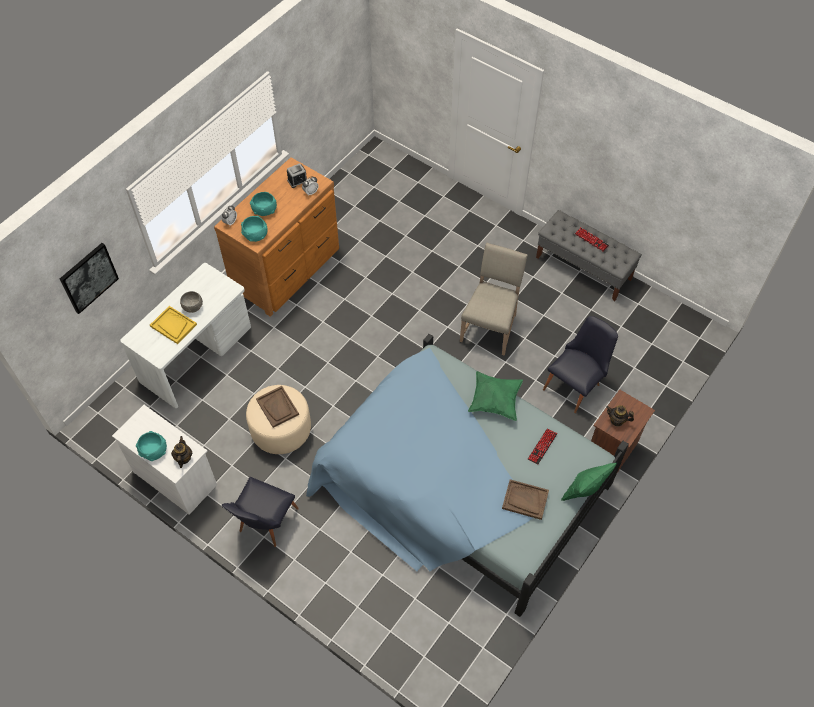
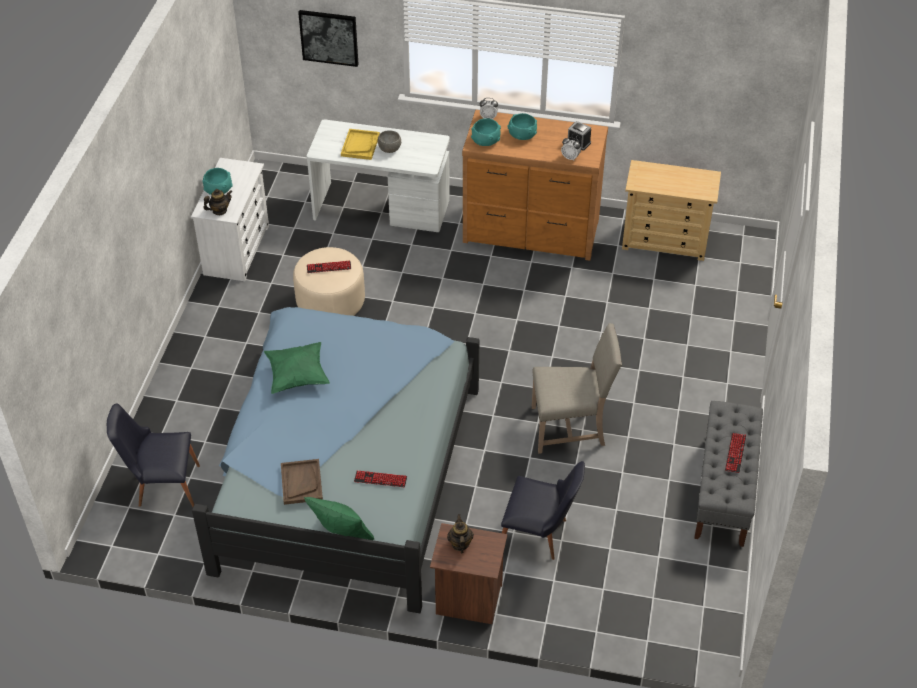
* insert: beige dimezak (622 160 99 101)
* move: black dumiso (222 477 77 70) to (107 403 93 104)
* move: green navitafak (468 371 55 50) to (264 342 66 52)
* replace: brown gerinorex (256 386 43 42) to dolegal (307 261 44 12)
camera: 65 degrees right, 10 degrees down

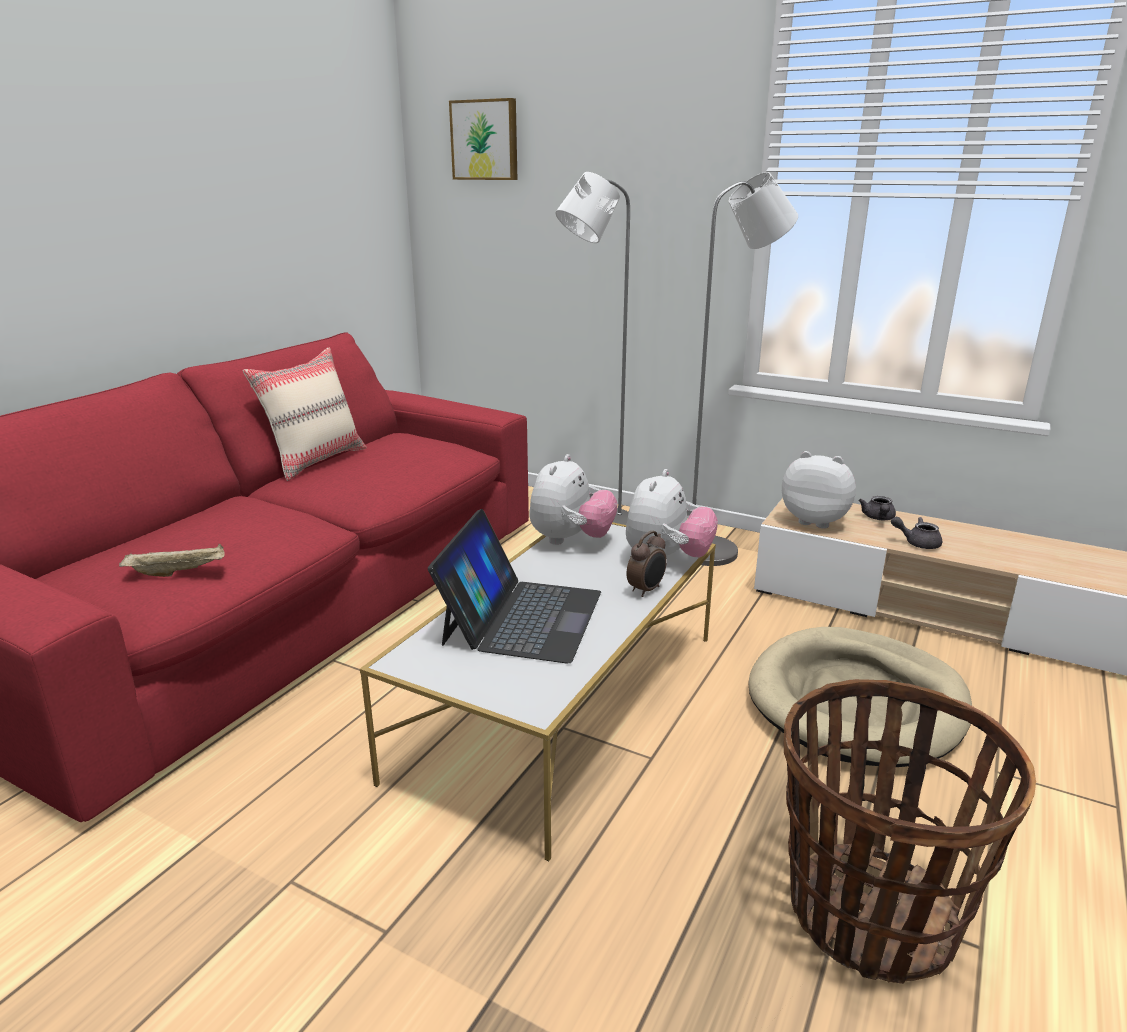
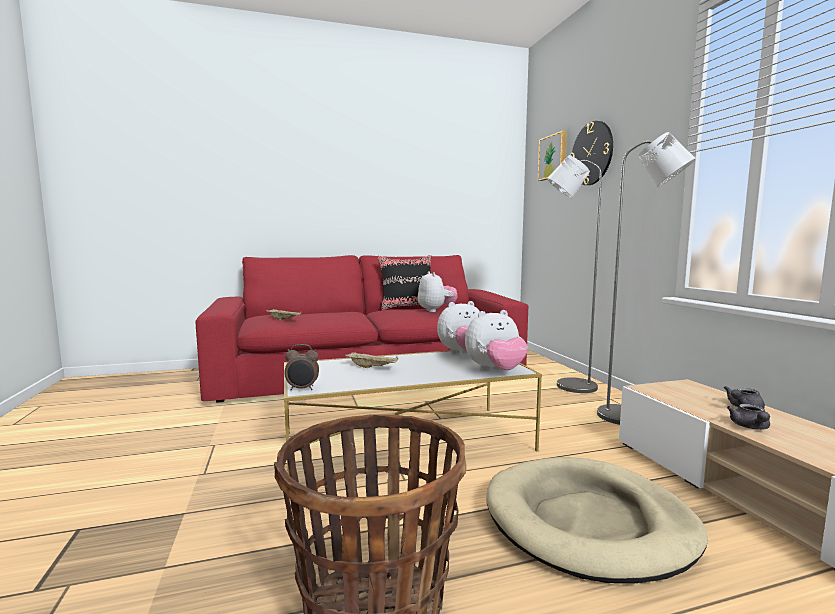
* insert: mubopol (570 121 43 64)
* move: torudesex (627 531 40 66) to (284 344 35 46)
* move: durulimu (782 451 74 78) to (418 271 39 41)
* replace: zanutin (428 509 173 154) to beige gerinorex (345 352 53 16)
* recolor: beige navitafak (243 348 123 133) to black navitafak (377 255 54 55)
* rotate: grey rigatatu (891 517 51 32) = (727 404 43 26) 135 degrees counterclockwise
camera: 45 degrees right, 15 degrees down

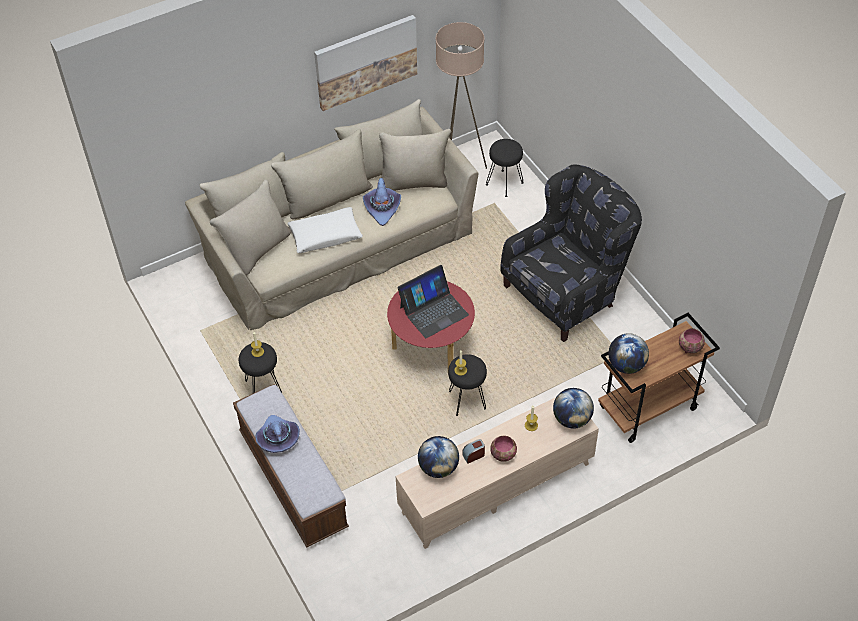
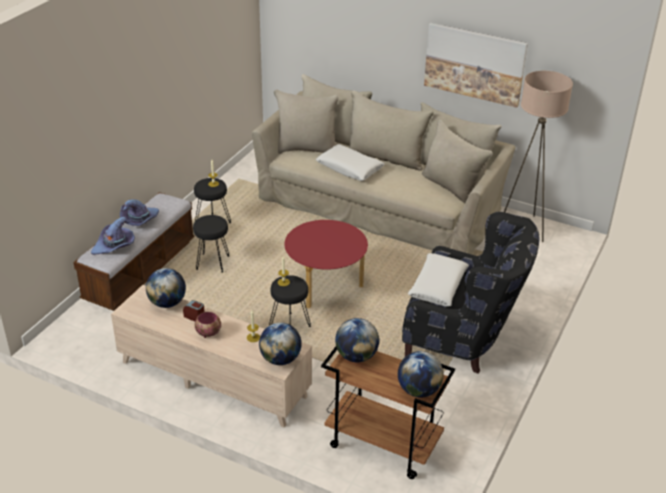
* delete: zanutin (398 265 71 73)
* insert: white navitafak (408 253 61 54)
* move: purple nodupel (363 178 38 48) to (91 217 44 38)
* move: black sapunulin (486 139 38 58) to (193 215 36 58)
* replace: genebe (679 328 26 25) to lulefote (398 351 46 47)
camera: 55 degrees right, 15 degrees down

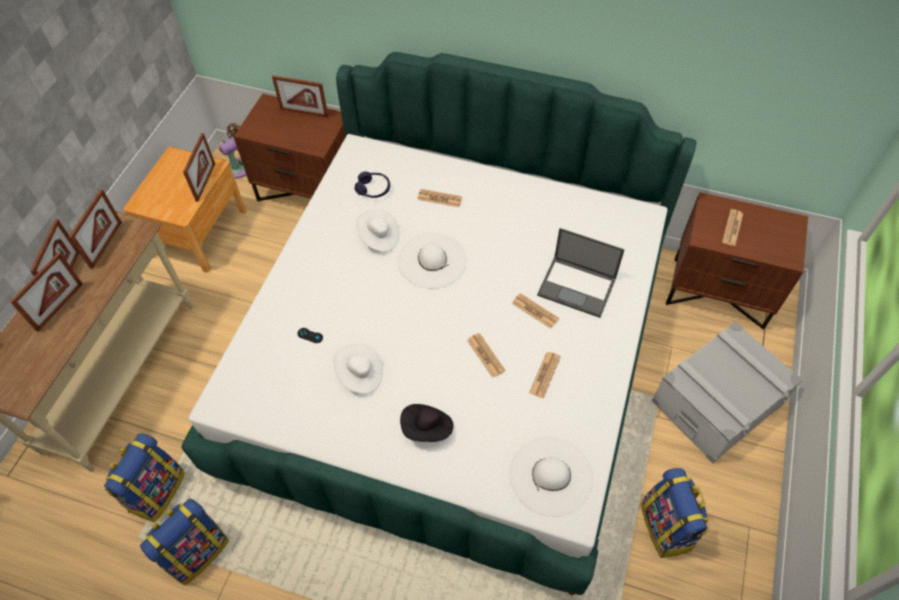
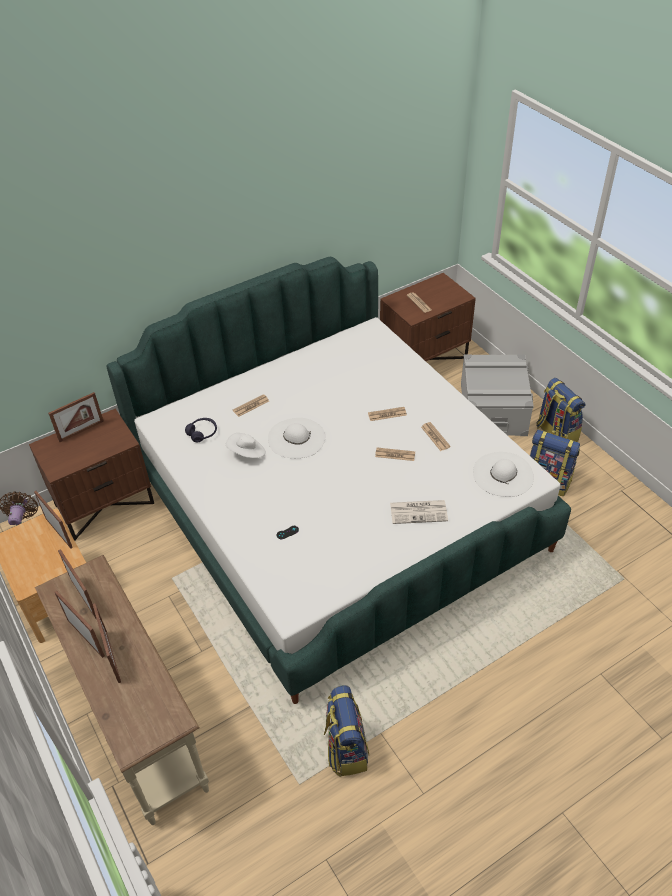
* delete: white nodupel (334 344 49 50)
* delete: zanutin (537 228 88 90)
* move: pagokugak (104 433 81 89) to (536 378 50 64)
* replace: black nodupel (400 404 54 38) to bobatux (390 500 58 24)
camera: 50 degrees left, 10 degrees down

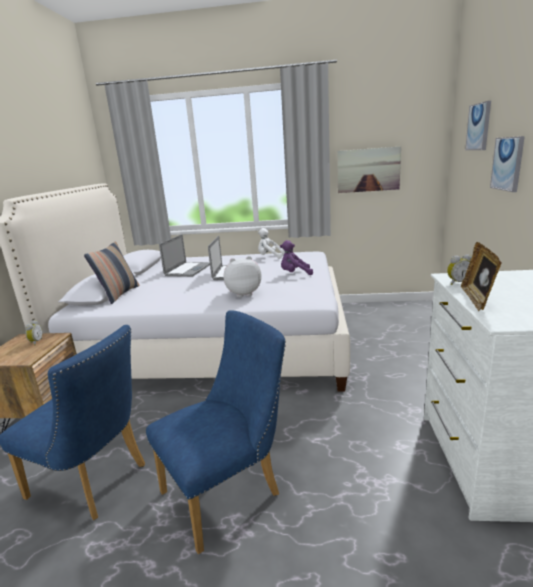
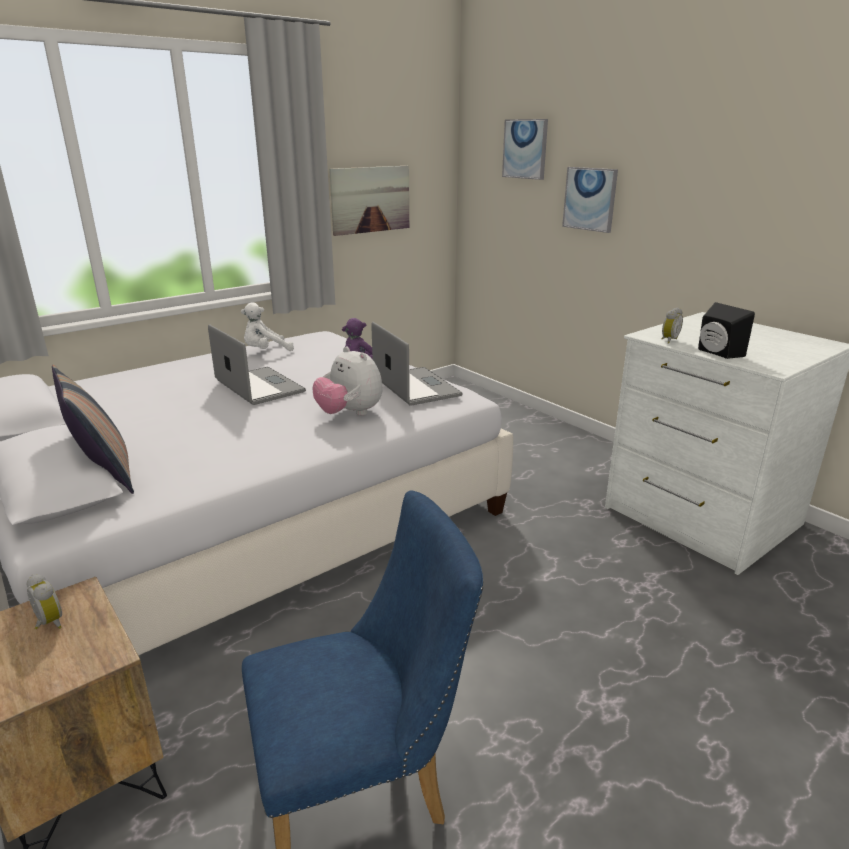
* delete: blue dumiso (146 311 140 243)
* move: zanutin (159 234 51 43) to (371 322 91 84)
* replace: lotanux (461 242 41 69) to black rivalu (698 302 57 57)
* rotate: durulimu (224 256 37 41) = (313 346 69 70) 75 degrees counterclockwise
camera: 45 degrees left, 5 degrees up

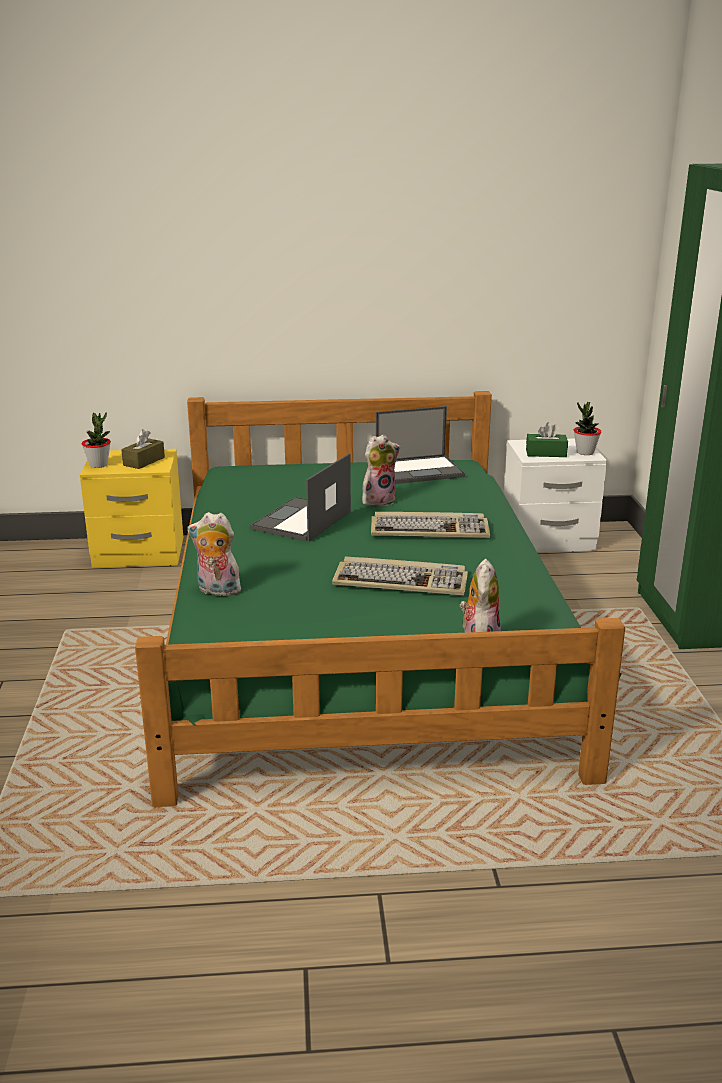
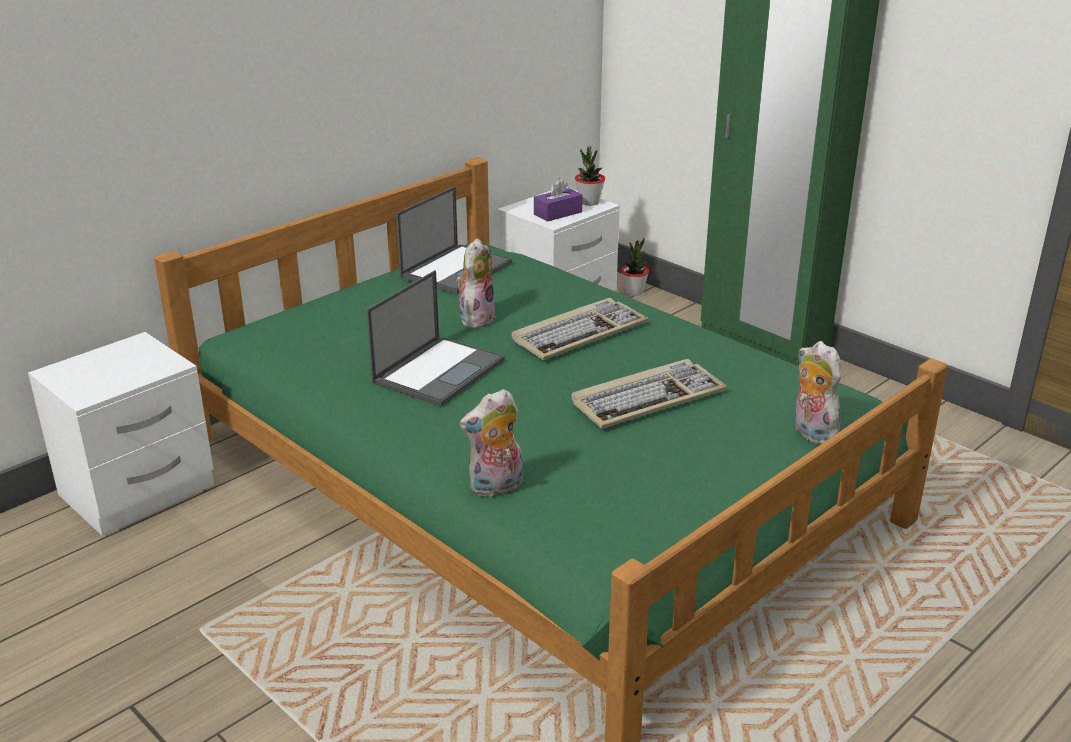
* delete: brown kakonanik (121 429 44 40)
* move: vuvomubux (82 412 29 56) to (621 238 28 58)
* recolor: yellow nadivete (80 449 103 119) to white nadivete (28 332 186 204)
* recolor: green kakonanik (526 422 42 35) to purple kakonanik (534 178 49 44)
* rotate: zanutin (250 453 101 89) = (366 270 139 137) 135 degrees counterclockwise
camera: 40 degrees left, 5 degrees up

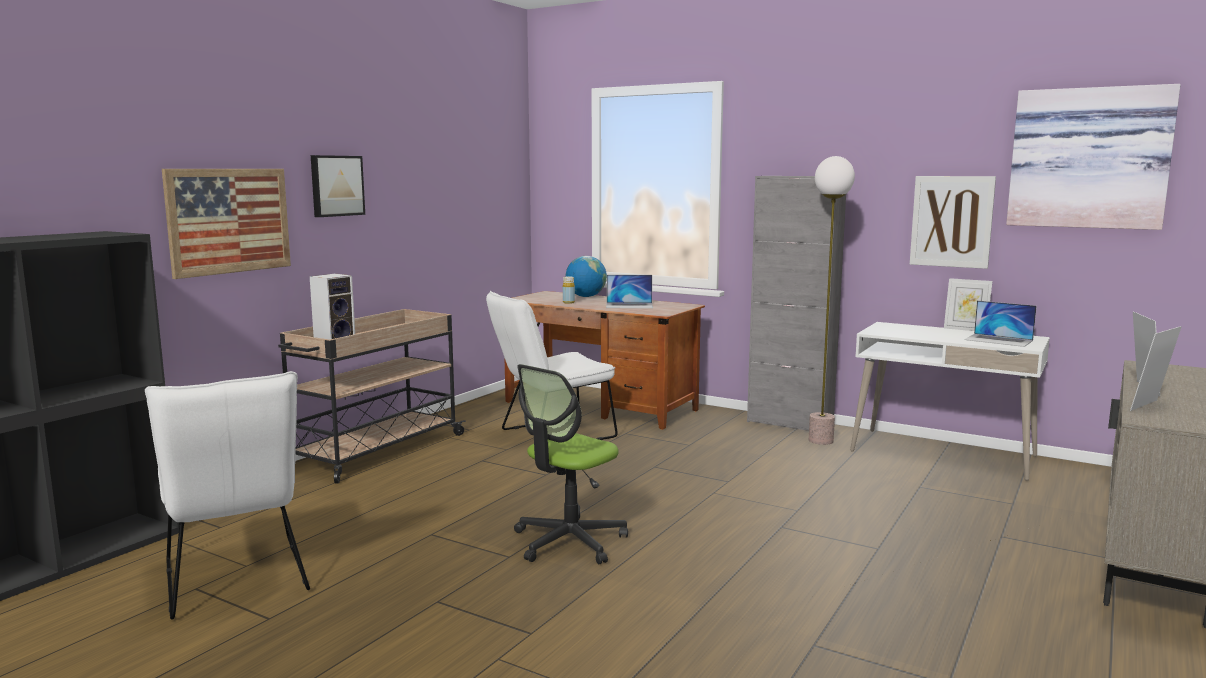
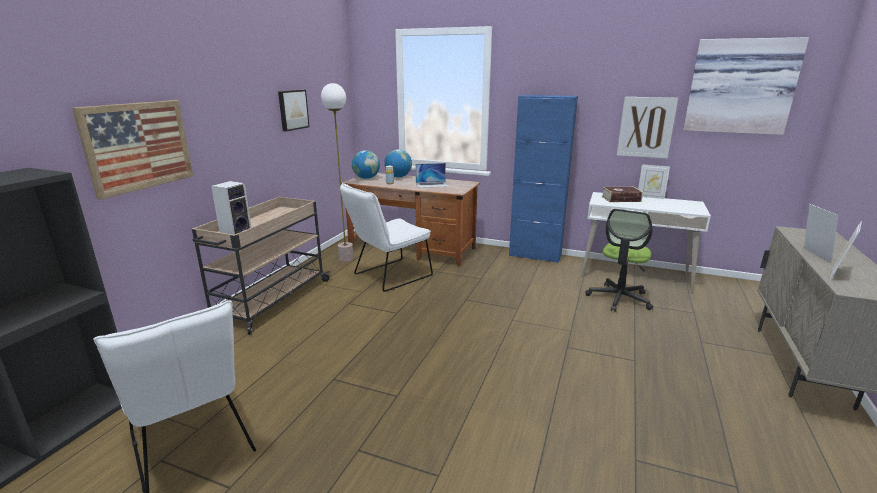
* delete: zanutin (964 301 73 46)
* insert: lulefote (352 150 28 29)
* insert: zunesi (601 187 42 15)
* move: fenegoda (311 155 54 62) to (278 90 32 42)
* move: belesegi (514 364 114 200) to (585 209 68 103)
* move: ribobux (809 156 46 289) to (321 83 33 179)
* recolor: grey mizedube (747 176 99 255) to blue mizedube (509 95 69 168)
camera: 10 degrees left, 10 degrees up

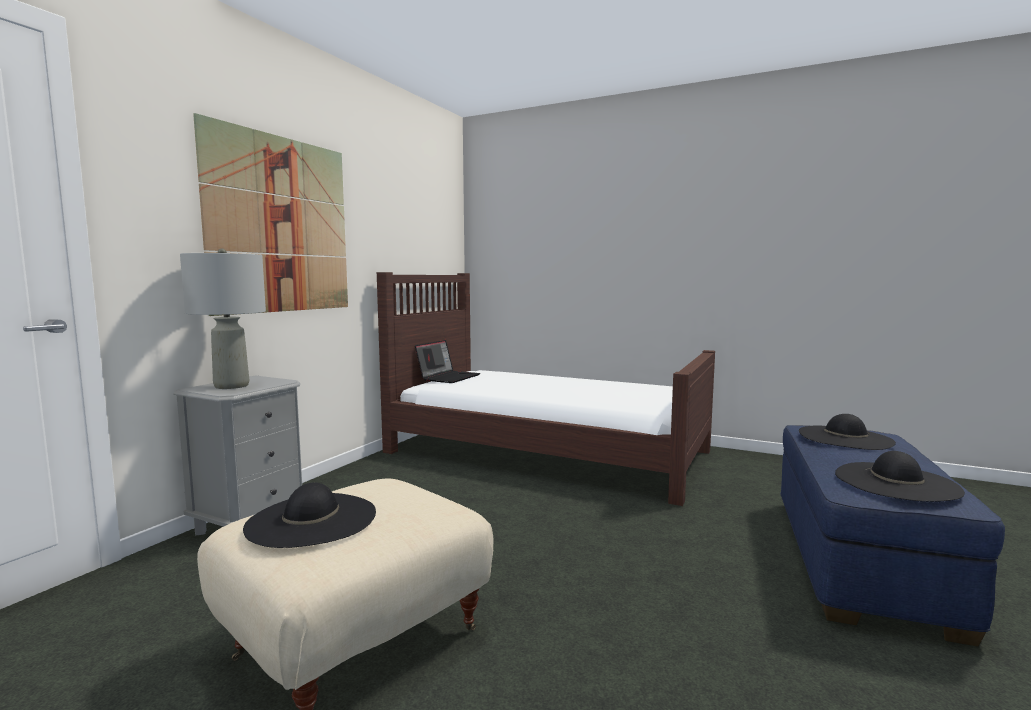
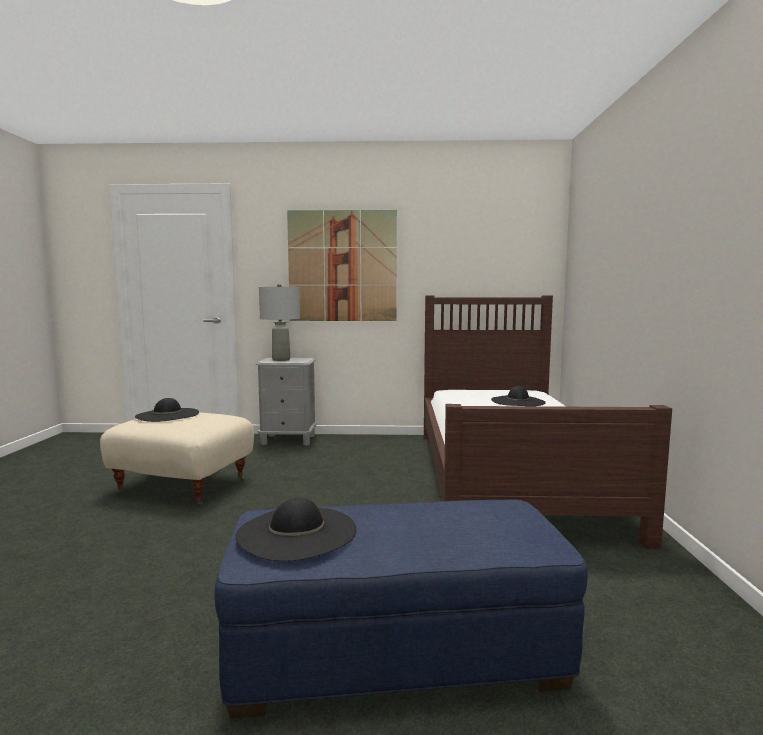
* delete: zanutin (415 340 65 43)
* move: black nodupel (799 414 97 36) to (491 386 55 20)
camera: 65 degrees right, 0 degrees up

